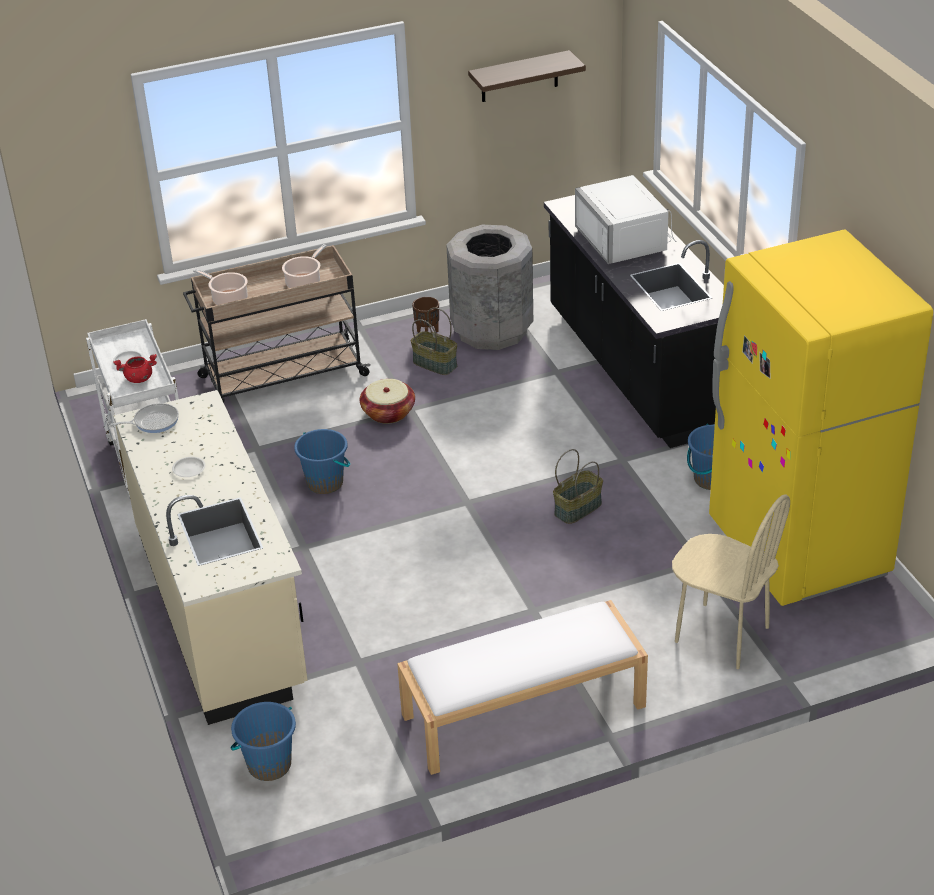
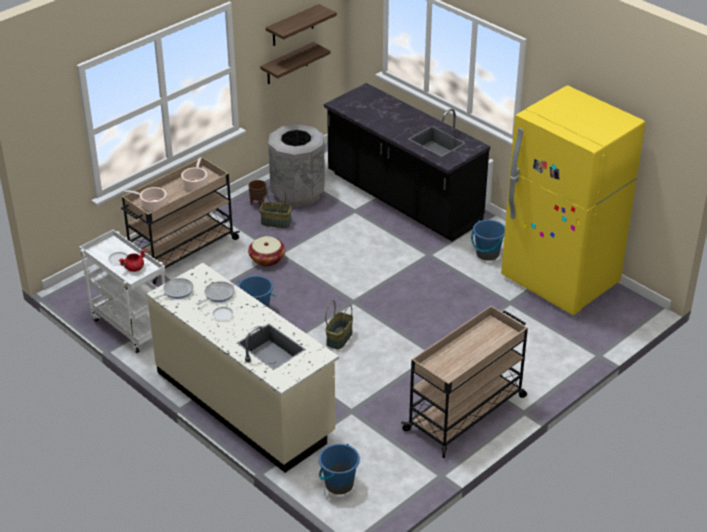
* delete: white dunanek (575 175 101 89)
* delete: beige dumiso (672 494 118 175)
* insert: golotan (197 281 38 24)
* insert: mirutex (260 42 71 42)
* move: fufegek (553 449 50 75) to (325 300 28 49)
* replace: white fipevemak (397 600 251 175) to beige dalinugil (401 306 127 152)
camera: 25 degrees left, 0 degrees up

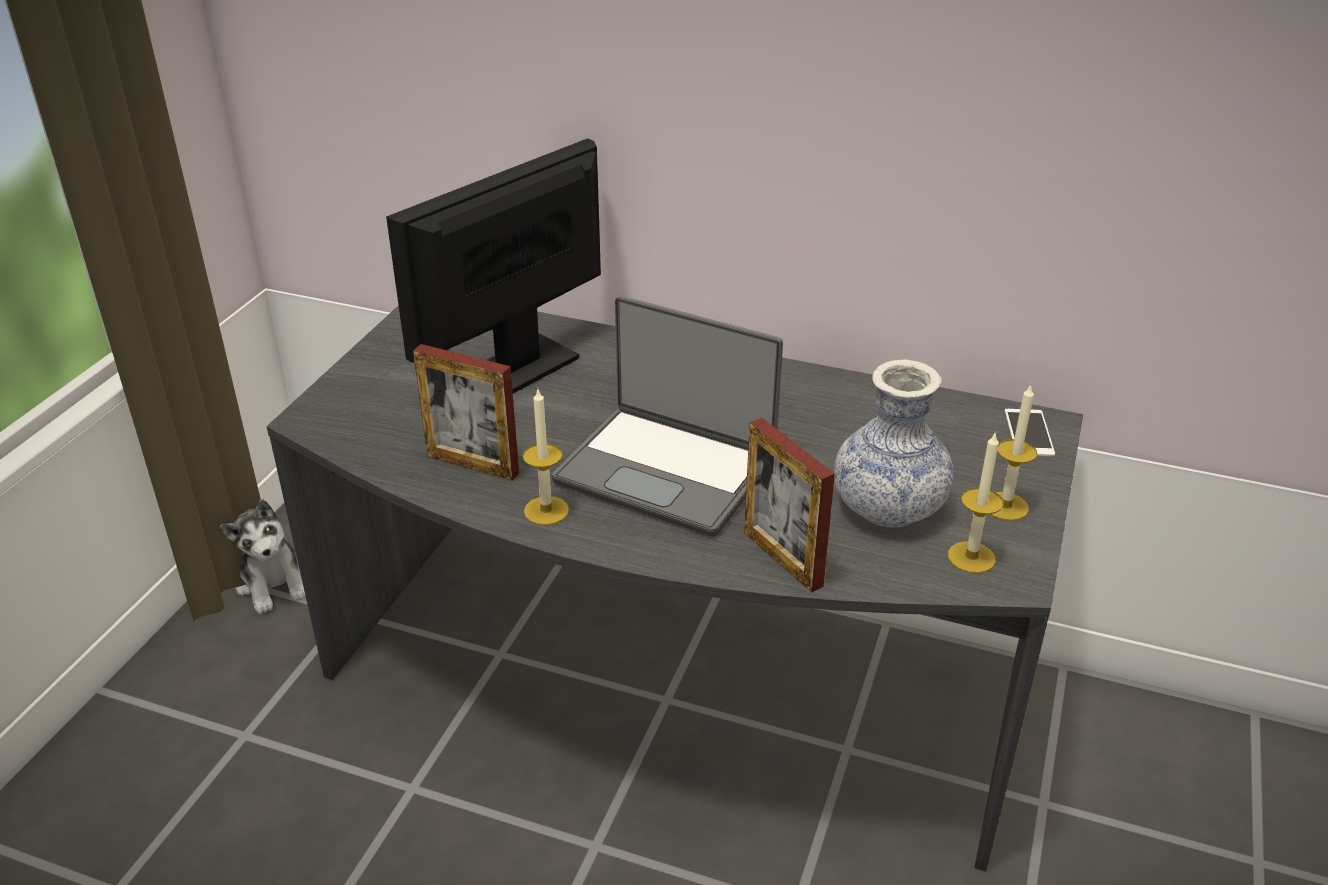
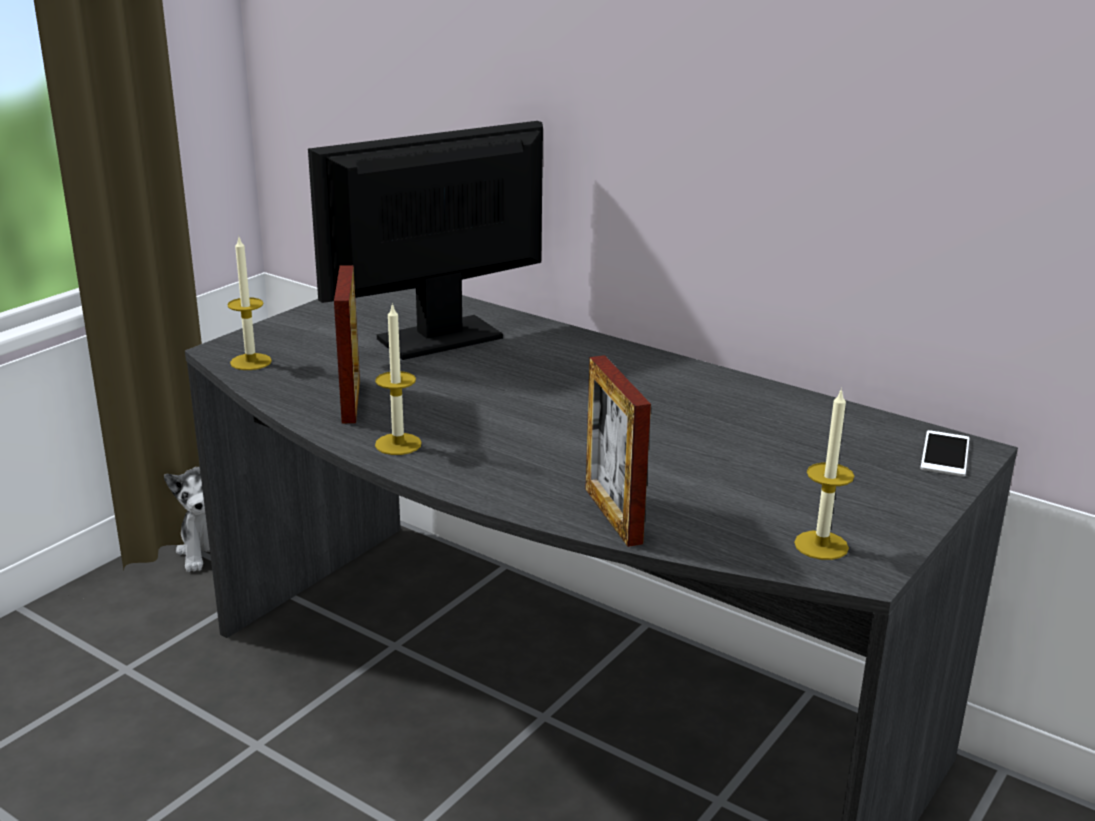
* delete: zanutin (552 295 231 242)
* delete: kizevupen (834 359 120 168)
* move: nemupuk (990 384 47 137) to (227 235 45 135)
* rotate: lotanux (413 344 106 137) = (334 265 26 159) 135 degrees counterclockwise
camera: 15 degrees right, 10 degrees down

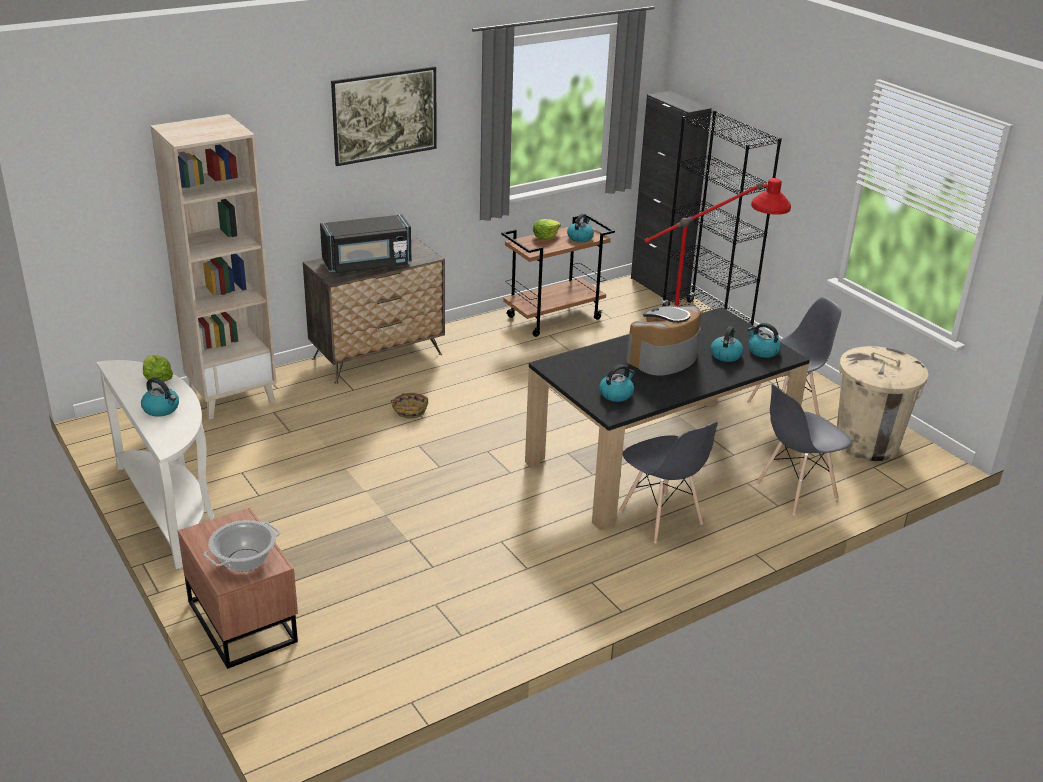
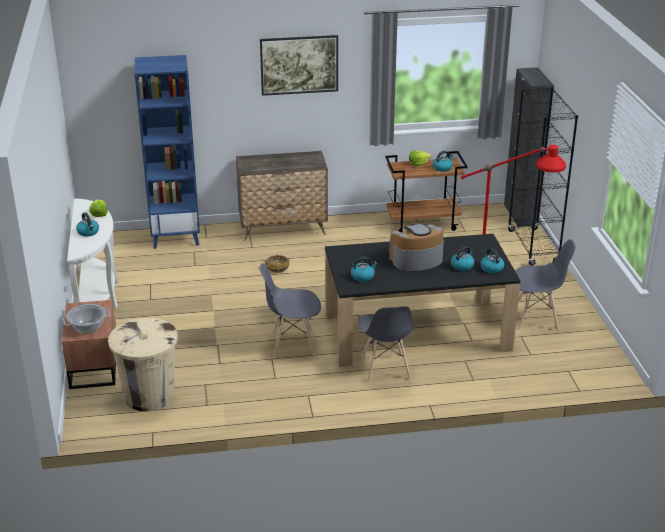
* delete: black dunanek (320 214 92 59)
* move: grey dumiso (756 384 96 131) to (260 263 61 95)
* move: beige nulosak (837 346 91 115) to (108 318 70 93)
* recolor: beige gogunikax (151 114 125 306) to blue gogunikax (135 55 65 194)
camera: 25 degrees right, 0 degrees up

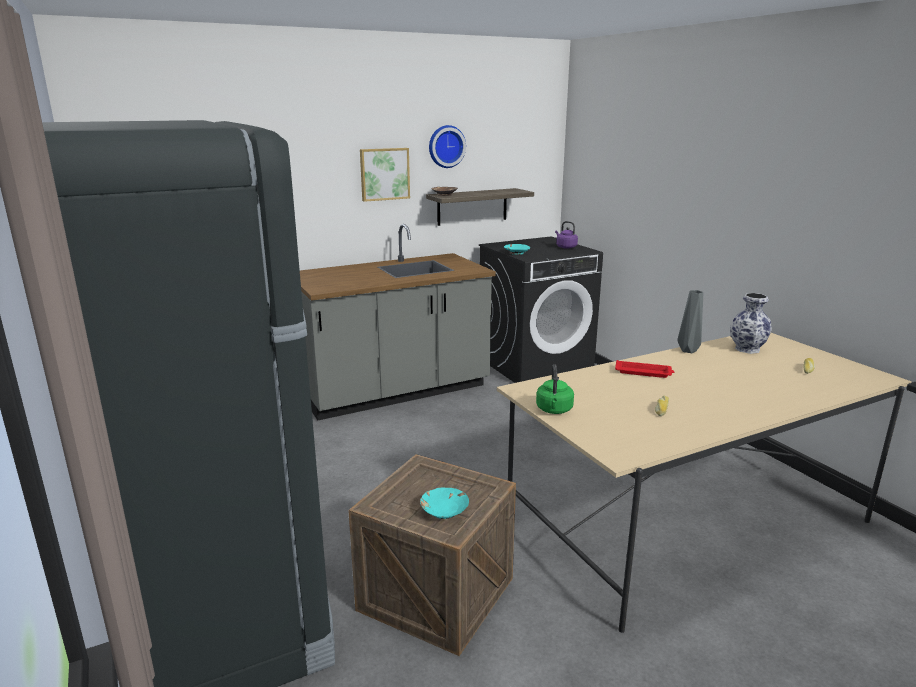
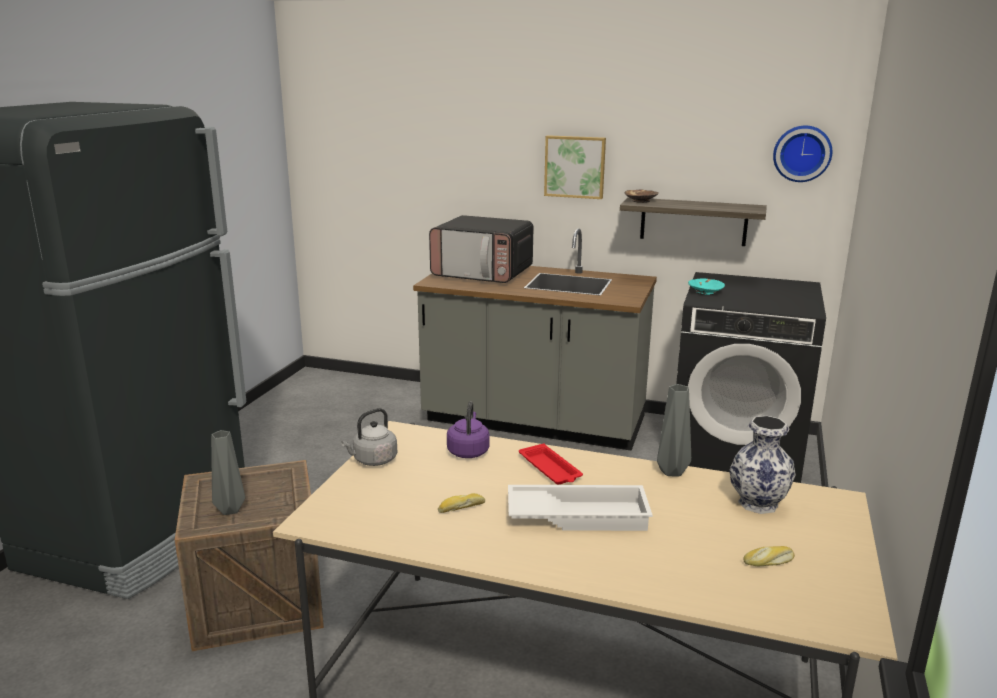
* insert: dunanek (429 215 104 68)
* insert: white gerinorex (508 485 145 46)
* move: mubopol (429 125 37 43) to (773 126 59 56)
* move: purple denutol (555 221 23 28) to (447 401 43 57)
* replace: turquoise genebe (420 487 49 32) to grey kizevupen (211 430 34 85)
* recolor: green denutol (536 365 38 49) to grey denutol (341 408 56 58)
camera: 45 degrees right, 0 degrees up

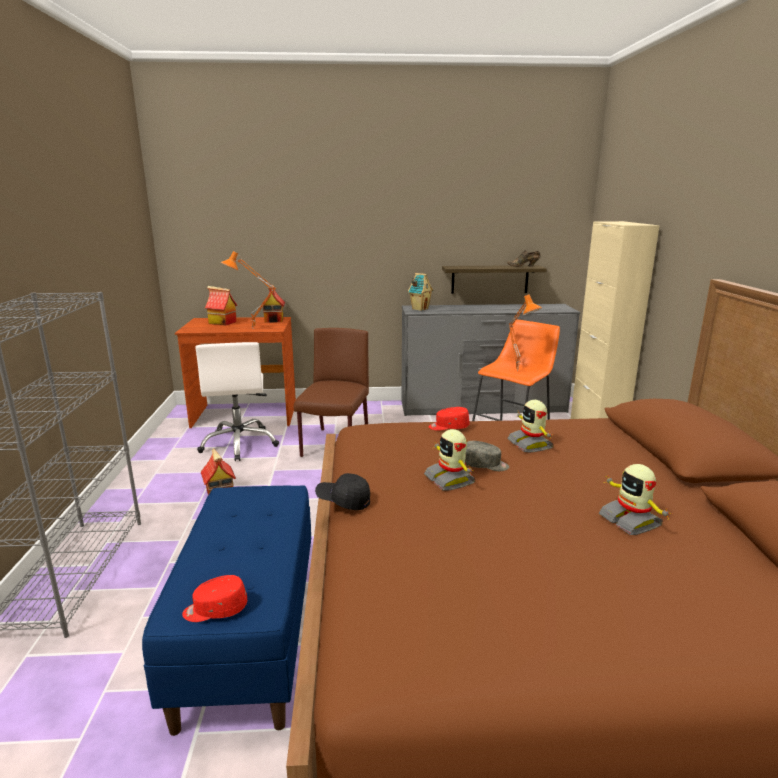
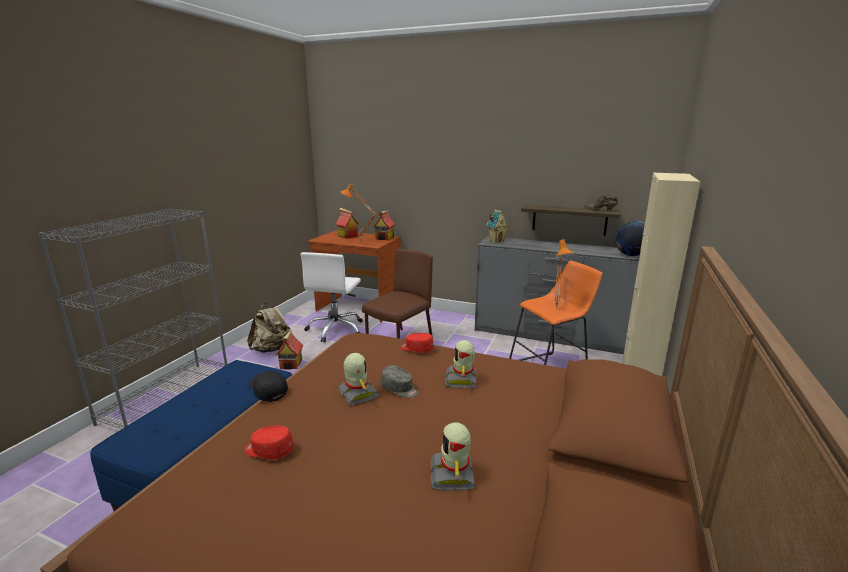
* insert: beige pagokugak (247 303 43 50)
* insert: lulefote (615 221 30 35)
* move: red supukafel (182 575 65 47) to (245 425 49 35)
* rotate: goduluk (424 429 51 61) = (338 353 42 53) 150 degrees clockwise
camera: 25 degrees right, 0 degrees up

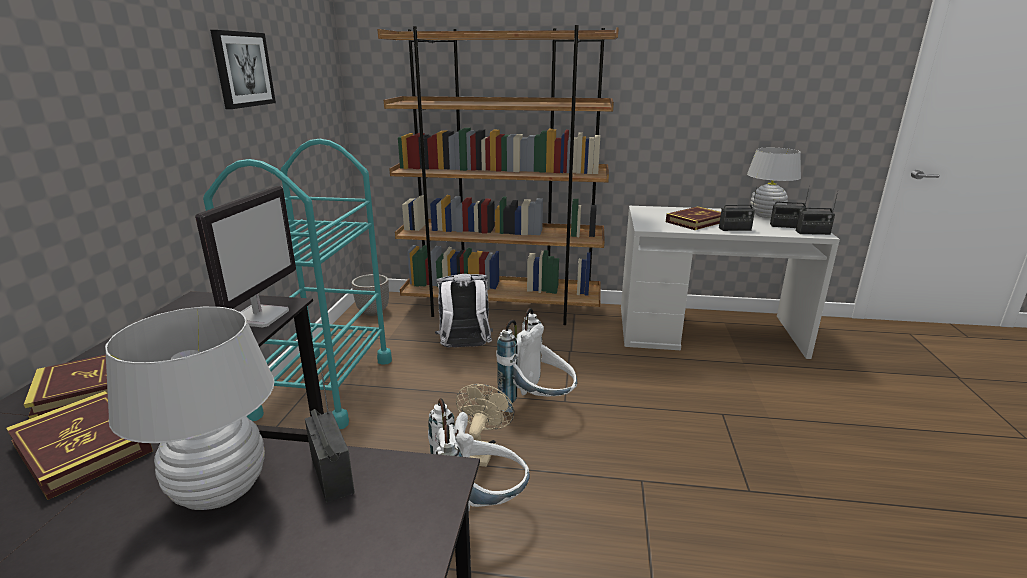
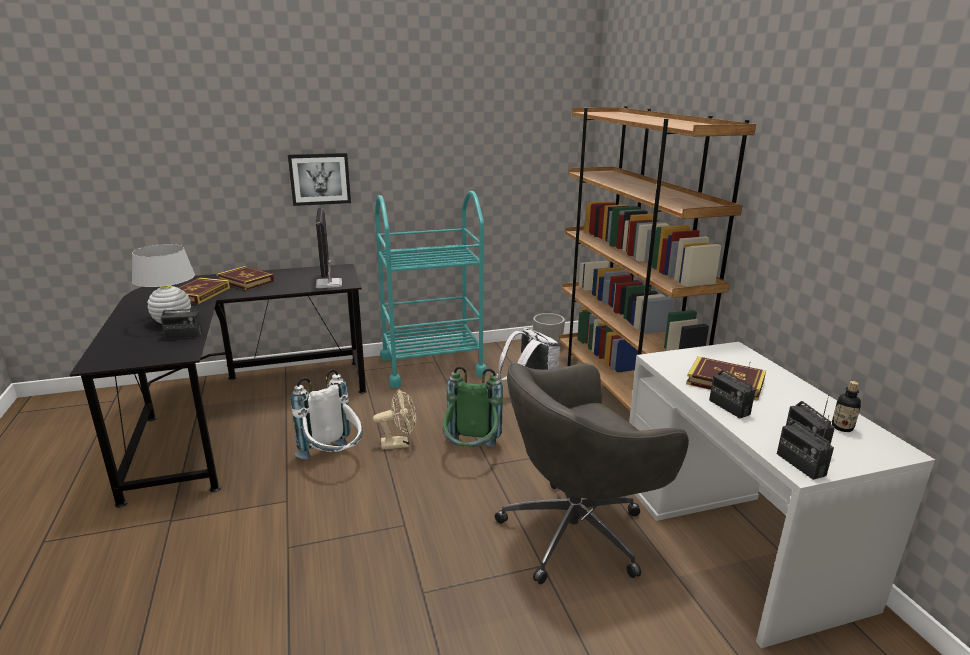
* insert: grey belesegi (495 363 194 222)
* move: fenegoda (210 30 66 79) to (288 153 63 53)
* replace: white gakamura (747 148 54 70) to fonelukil (832 381 29 51)
* recolor: white pagokugak (496 308 81 104) to green pagokugak (442 366 61 81)
* rotate: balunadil (195 186 101 141) = (316 208 26 80) 90 degrees clockwise
* rotate: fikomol (305 366 50 137) = (161 291 41 48) 45 degrees clockwise
camera: 65 degrees right, 0 degrees up

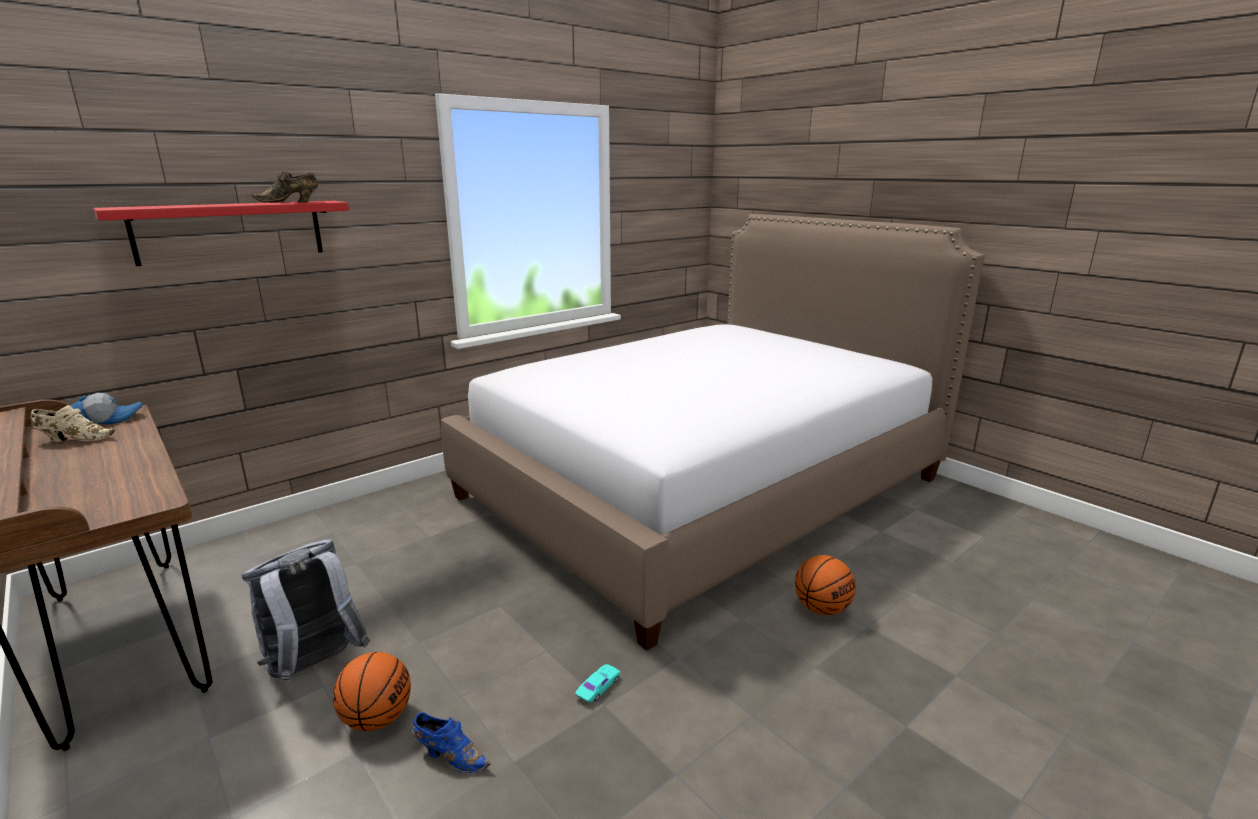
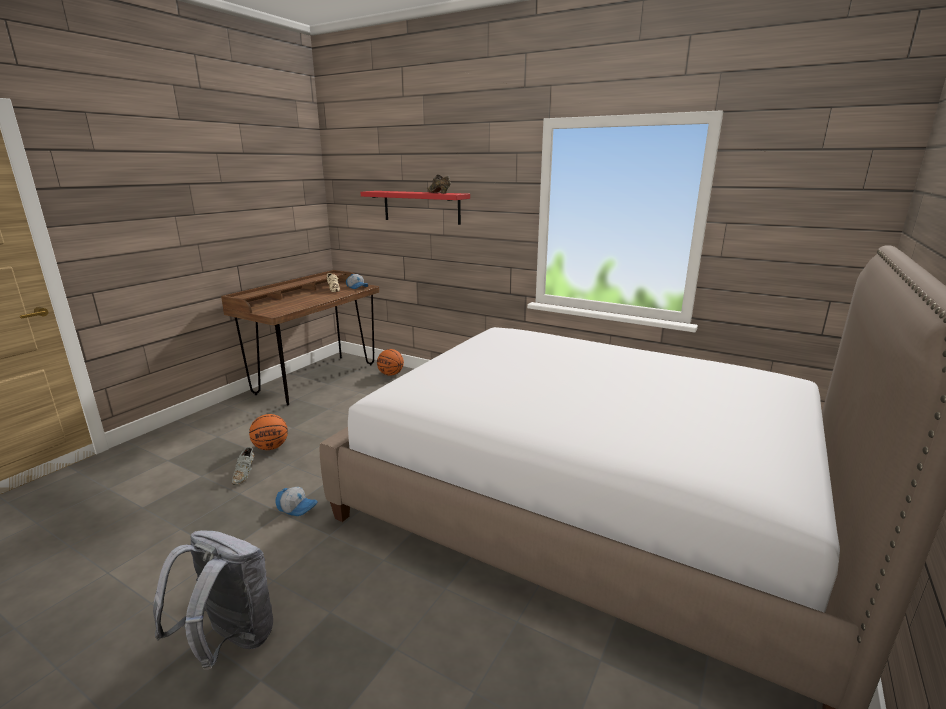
* move: grey pagokugak (242 539 128 144) to (153 530 120 140)
* move: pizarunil (795 555 61 60) to (377 349 27 27)
* replace: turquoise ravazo (575 664 45 39) to supukafel (275 487 43 29)
* recolor: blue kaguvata (413 712 78 61) to grey kaguvata (232 447 22 38)
camera: 70 degrees right, 0 degrees up

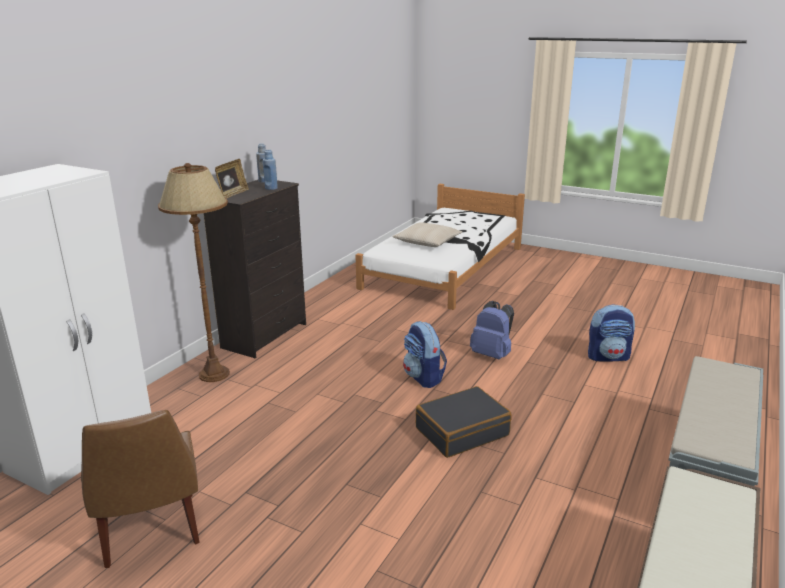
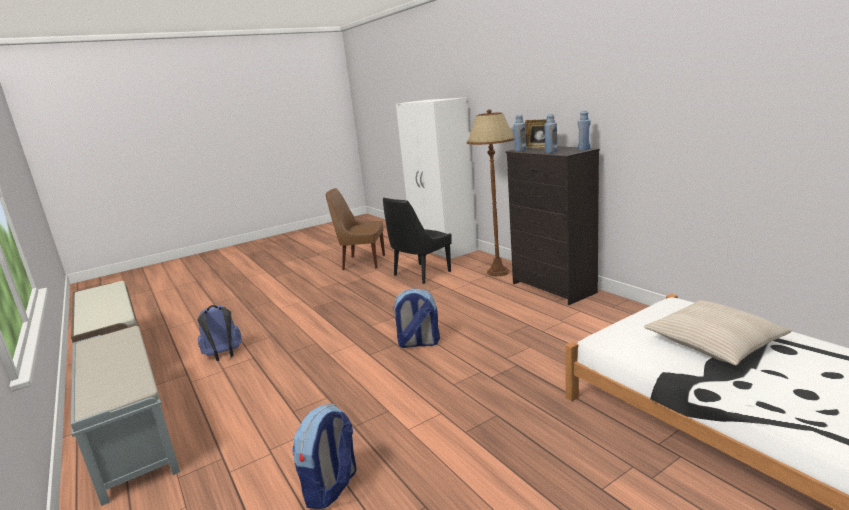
* delete: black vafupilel (416 386 96 72)
* insert: black dumiso (383 198 69 86)
* insert: blue fonelukil (514 115 12 36)
* move: blue pagokugak (470 301 44 58) to (197 305 45 56)
camera: 120 degrees right, 5 degrees down

